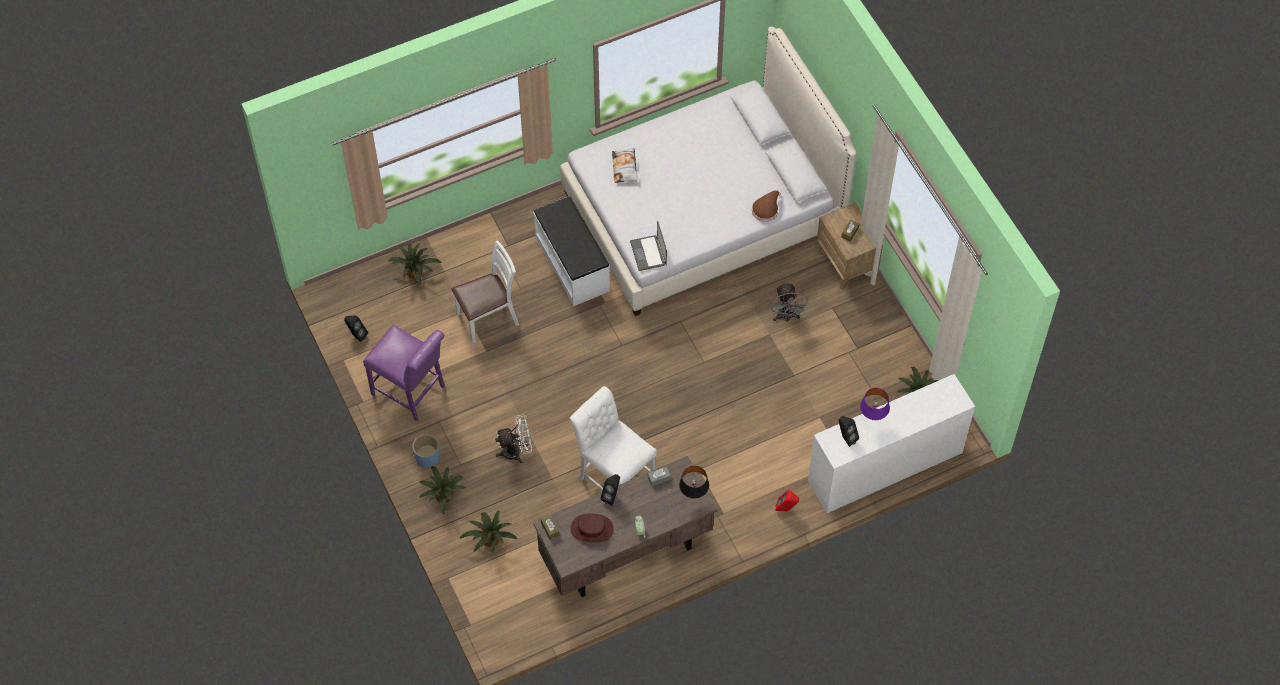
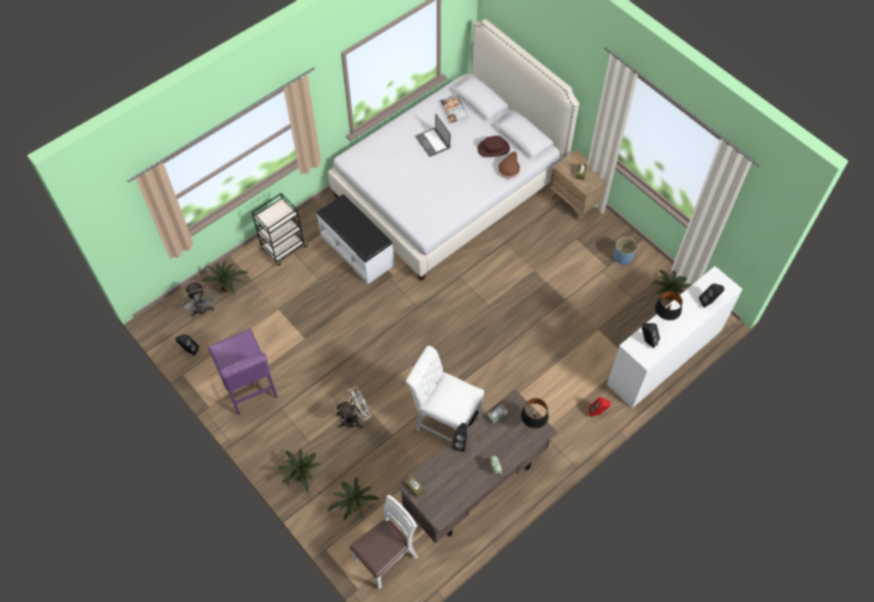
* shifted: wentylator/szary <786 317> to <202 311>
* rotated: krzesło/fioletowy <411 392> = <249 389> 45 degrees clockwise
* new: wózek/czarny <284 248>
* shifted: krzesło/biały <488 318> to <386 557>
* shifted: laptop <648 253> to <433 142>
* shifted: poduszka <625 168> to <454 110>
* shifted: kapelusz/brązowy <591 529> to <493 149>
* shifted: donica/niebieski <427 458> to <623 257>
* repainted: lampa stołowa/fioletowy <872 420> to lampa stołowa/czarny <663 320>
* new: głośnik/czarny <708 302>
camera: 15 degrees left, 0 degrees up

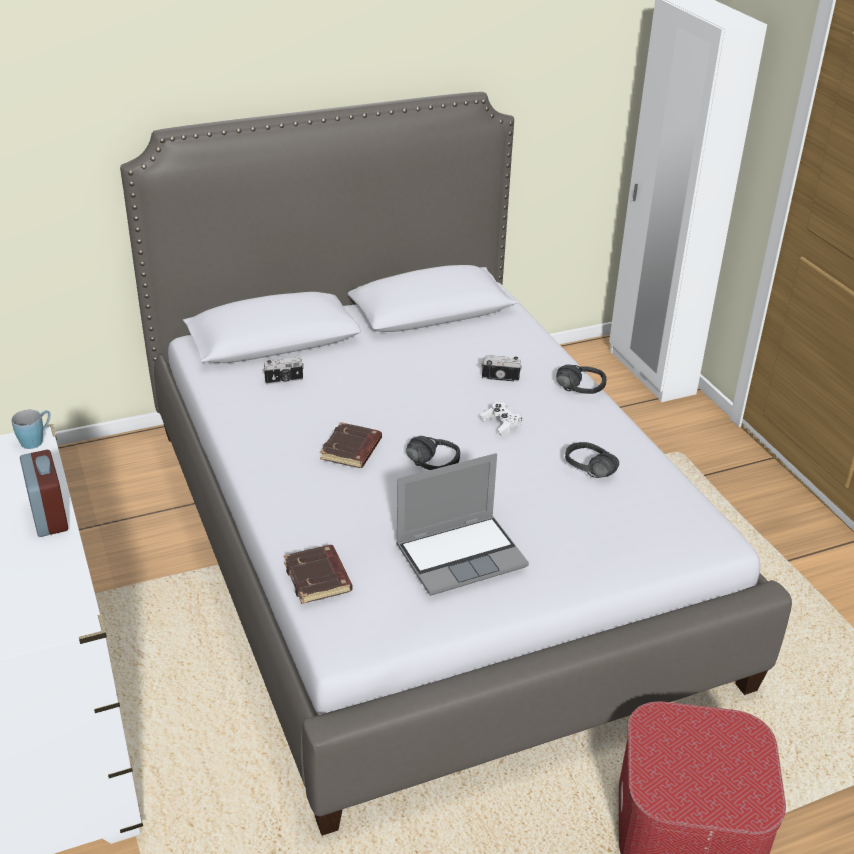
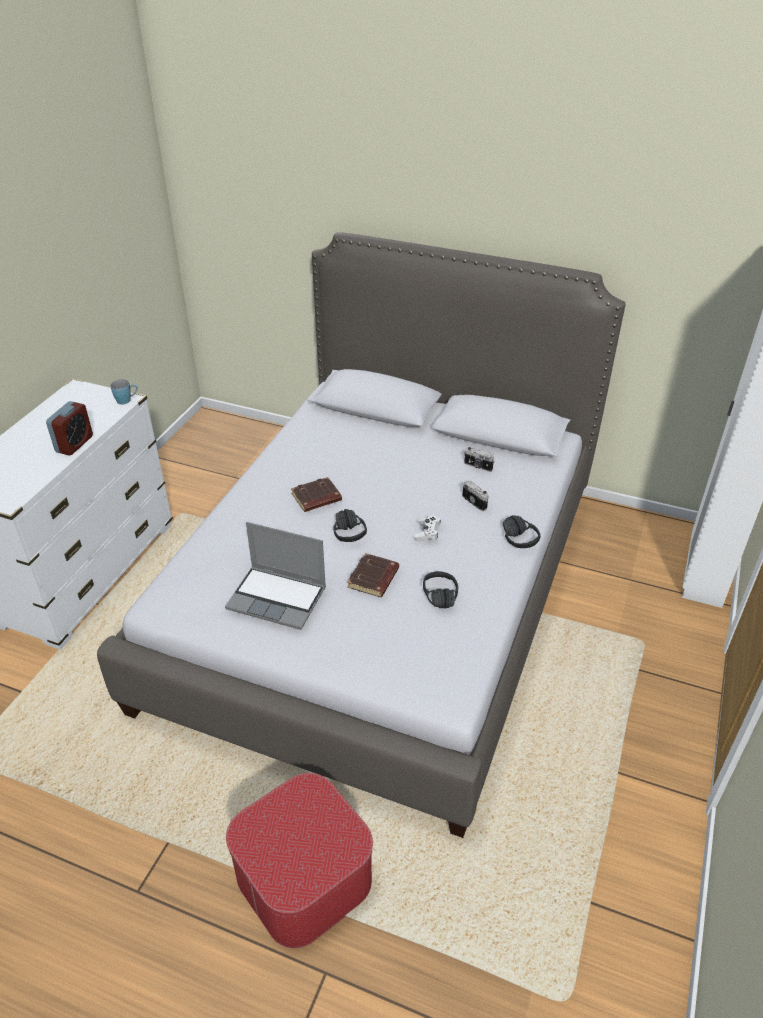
* shifted: książka/brązowy <319 578> to <374 579>
* shifted: aparat fotograficzny <284 380> to <478 466>
camera: 45 degrees right, 5 degrees up

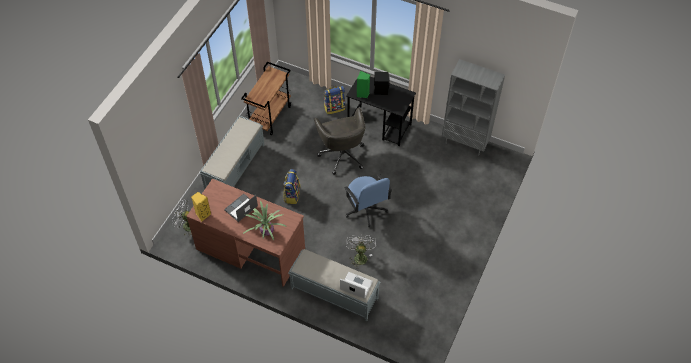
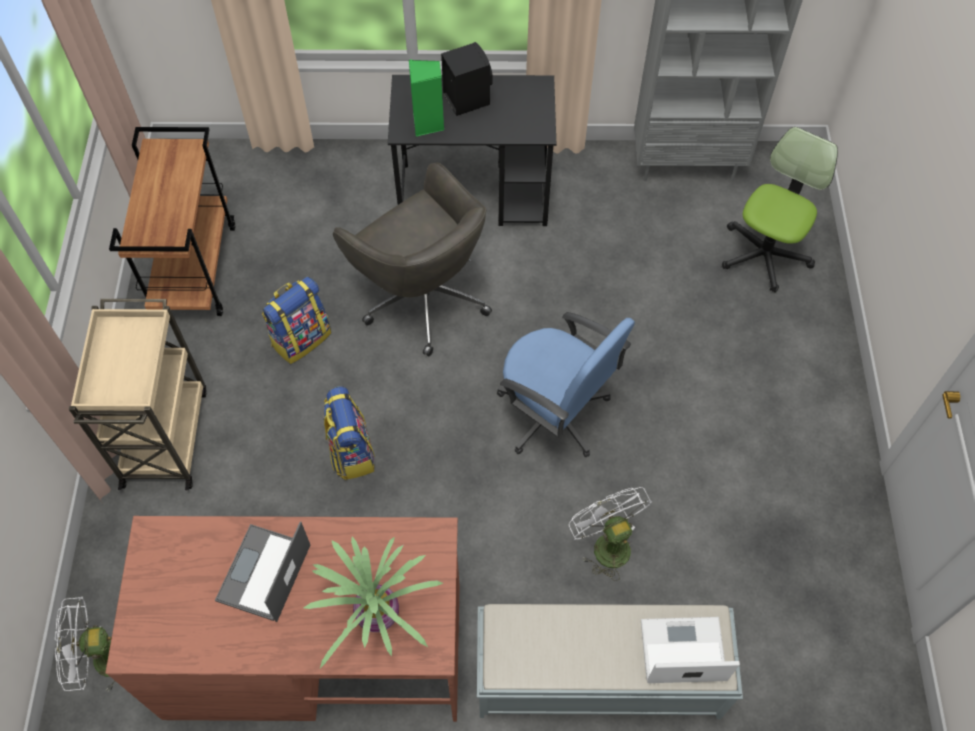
* swapped: ławka/szary <235 166> to wózek/beżowy <165 435>
* shifted: plecak <334 108> to <301 338>
* new: krzesło biurowe <764 254>
* gone: głośnik/żółty <202 214>
camera: 25 degrees left, 5 degrees up

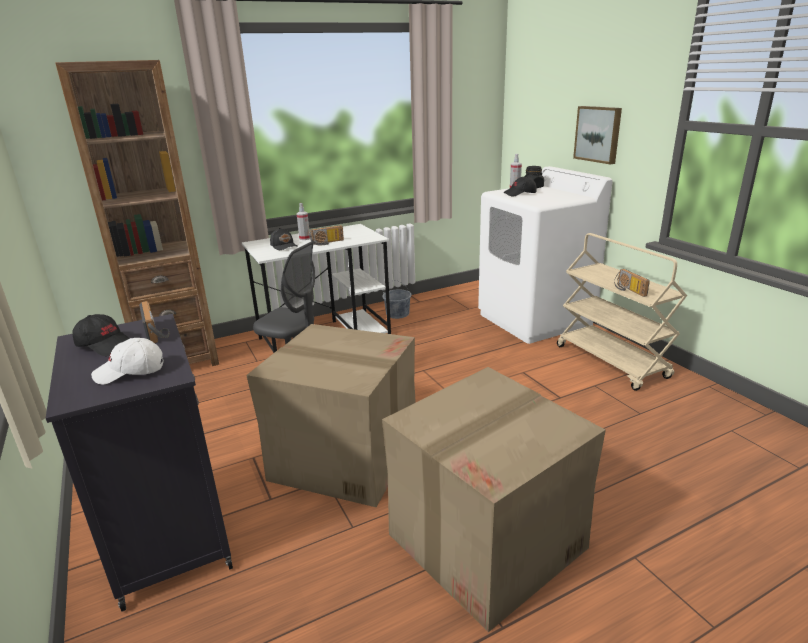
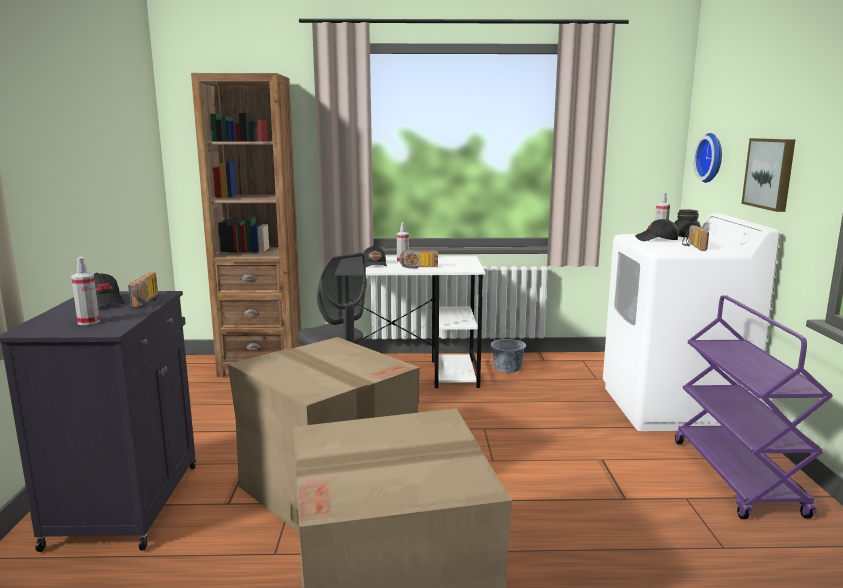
* swapped: czapka z daszkiem/biały <130 372> to spryskiwacz <88 322>
* repainted: wózek/beżowy <612 362> to wózek/fioletowy <737 478>
* shifted: radio <628 290> to <692 246>
* new: zegar ścienny <712 157>
camera: 25 degrees right, 10 degrees down

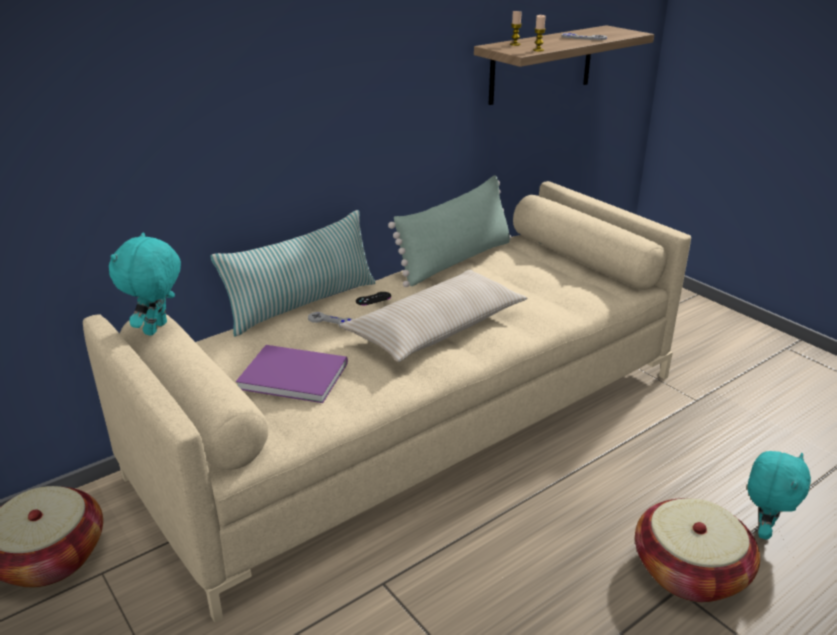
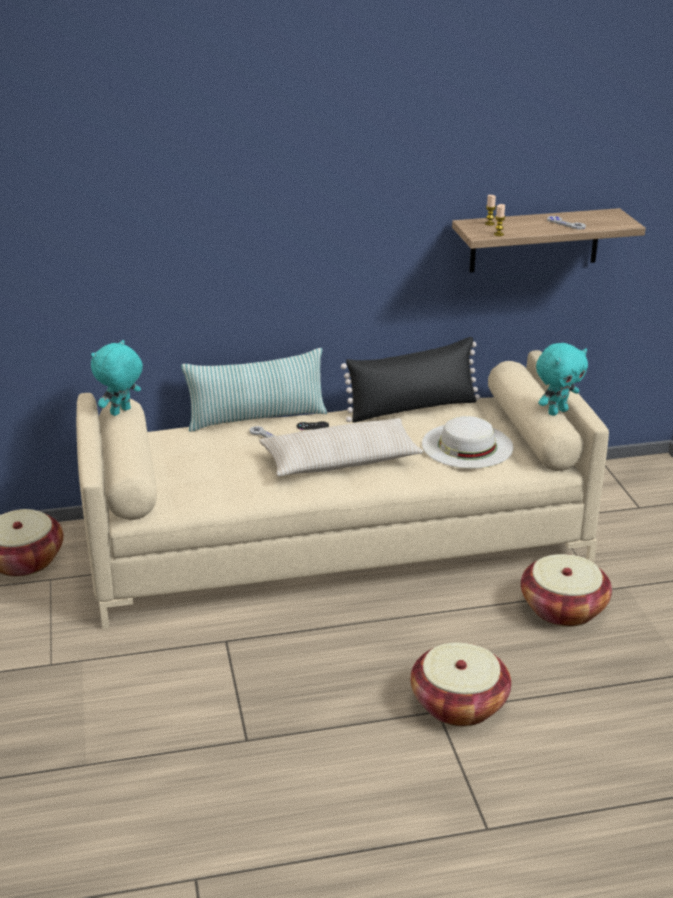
* repainted: poduszka/zielony <456 261> to poduszka/czarny <412 409>
* new: kapelusz/biały <467 445>
* new: koszyk <563 609>
* shifted: pluszak/turkusowy <763 529> to <557 411>
* gone: książka/fioletowy <291 374>
camera: 25 degrees right, 0 degrees up

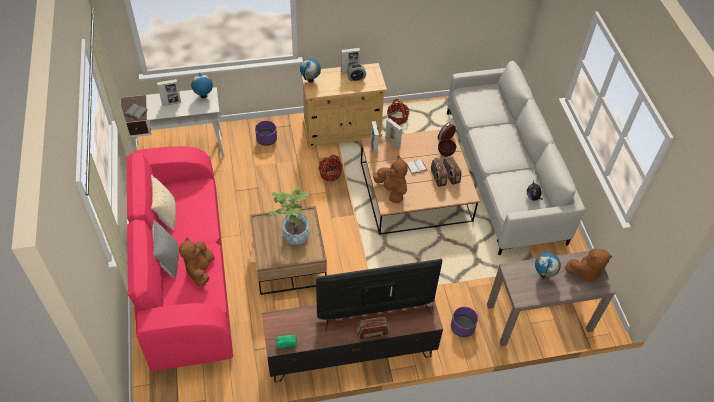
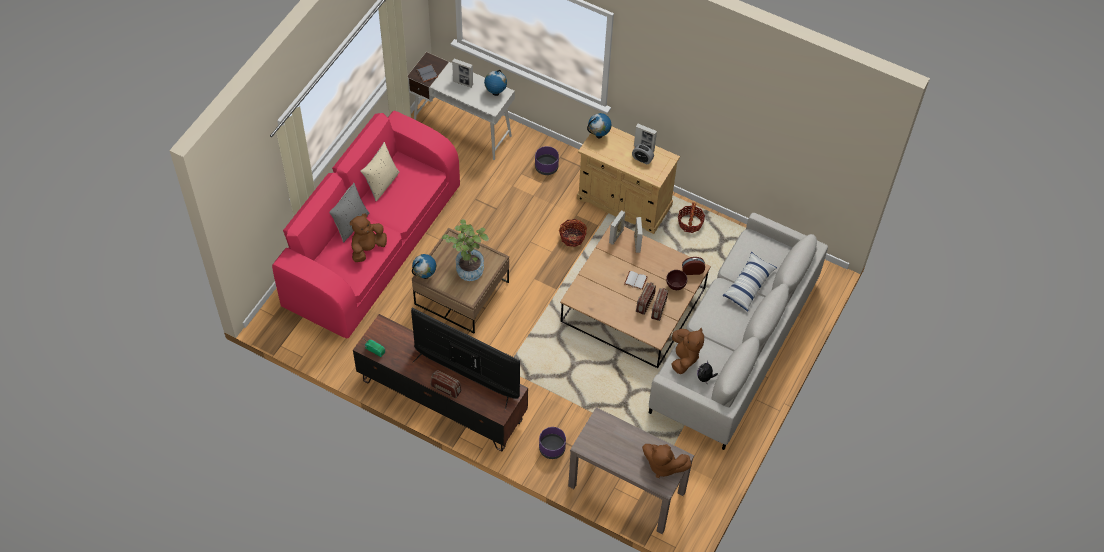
* shifted: globus <543 274> to <425 275>
* shifted: pluszak/brązowy <391 190> to <684 357>
* new: poduszka <748 285>
camera: 40 degrees right, 5 degrees up

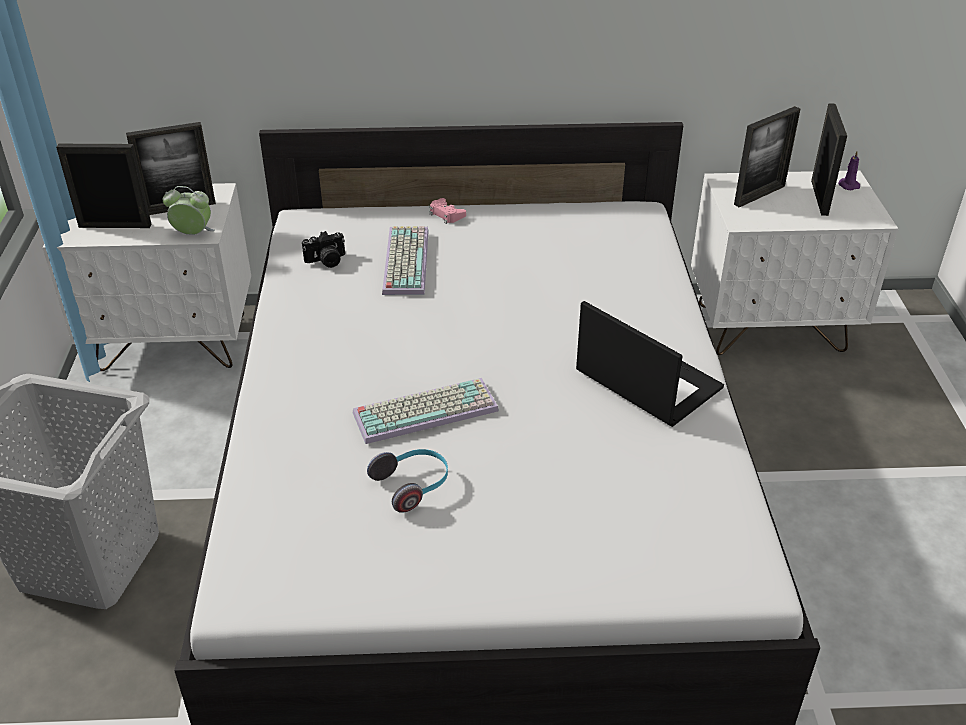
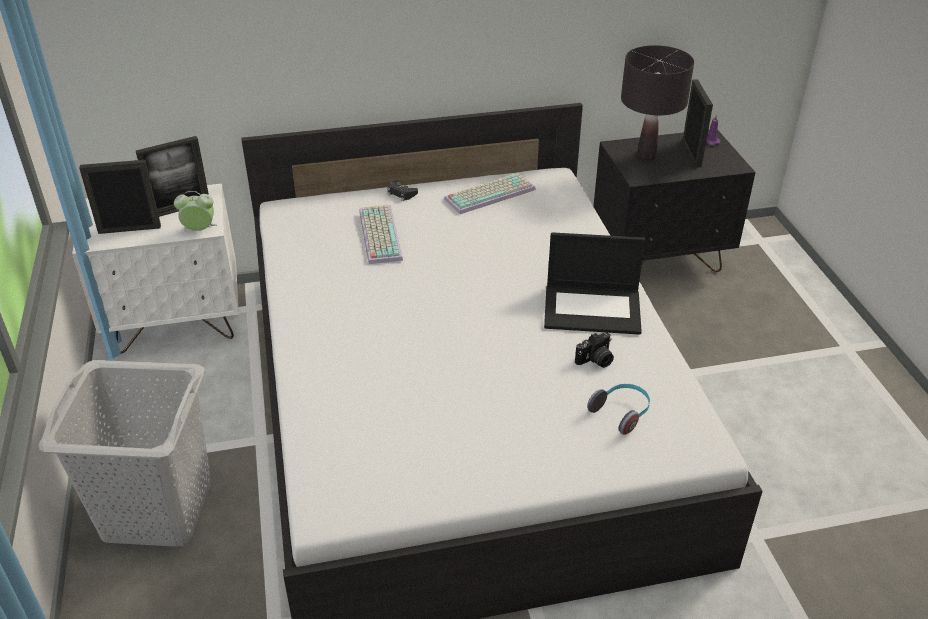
* repainted: pad do gier/różowy <446 215> to pad do gier/czarny <401 193>
* shifted: klawiatura <426 409> to <490 193>
* rotated: laptop <646 380> = <593 309> 150 degrees clockwise
* shifted: aparat fotograficzny <326 261> to <595 360>
* shifted: słuchawki <413 485> to <621 413>
* repainted: szafka nocna/biały <770 328> to szafka nocna/czarny <659 259>
* swapped: ramka na zdjęcie <759 195> to lampa stołowa/czarny <646 155>
camera: 10 degrees left, 0 degrees up

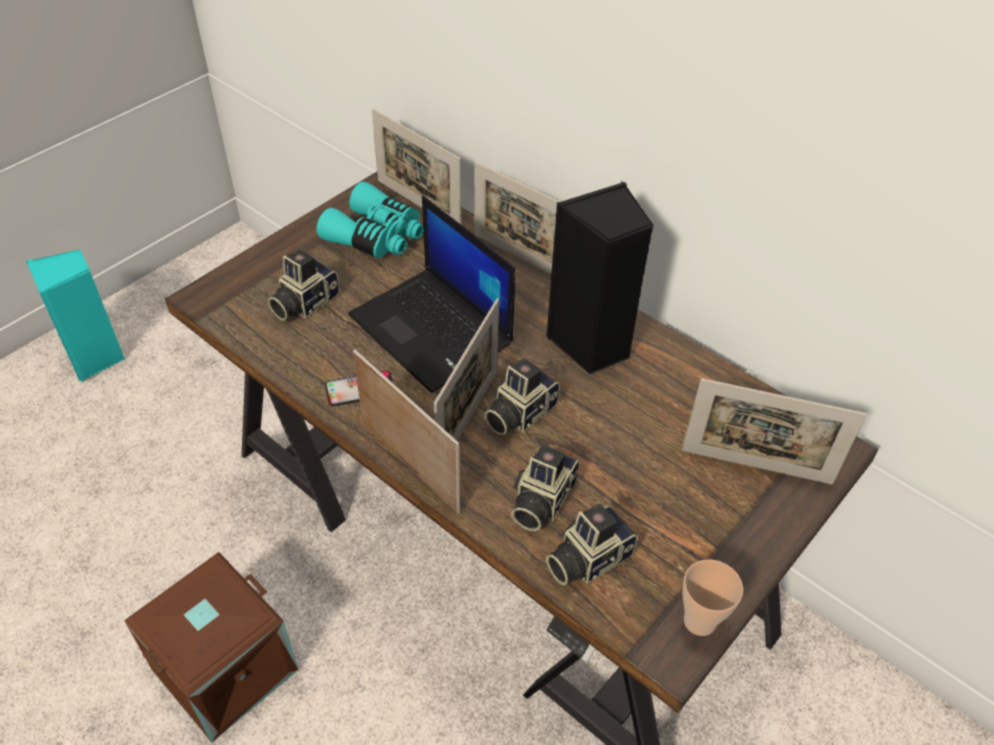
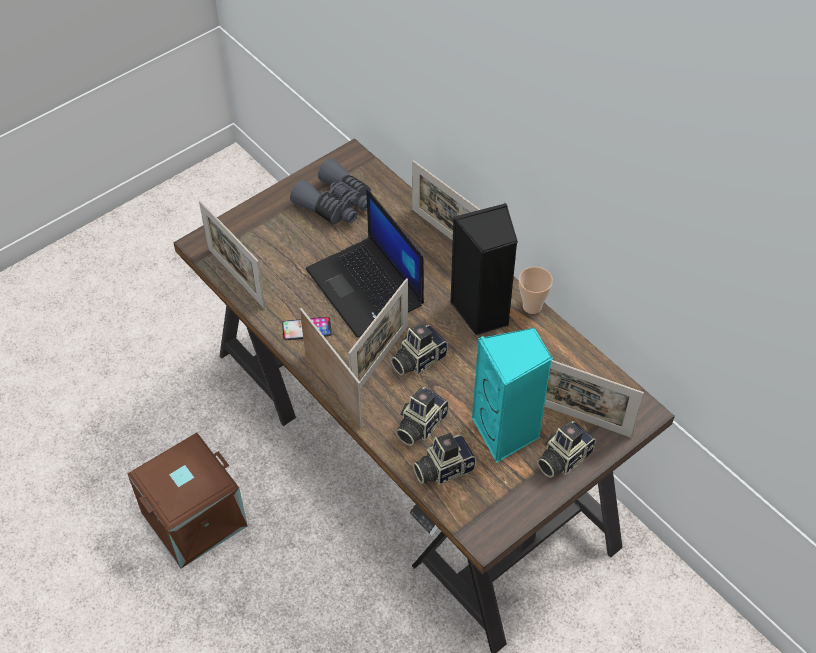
* shifted: ramka na zdjęcie <418 205> to <236 278>
* repainted: lornetka/turkusowy <376 236> to lornetka/szary <336 204>
* shifted: głośnik/turkusowy <96 358> to <507 432>
* shifted: filiżanka <699 621> to <532 306>
* shifted: aparat fotograficzny <303 303> to <562 458>
camera: 10 degrees right, 5 degrees up

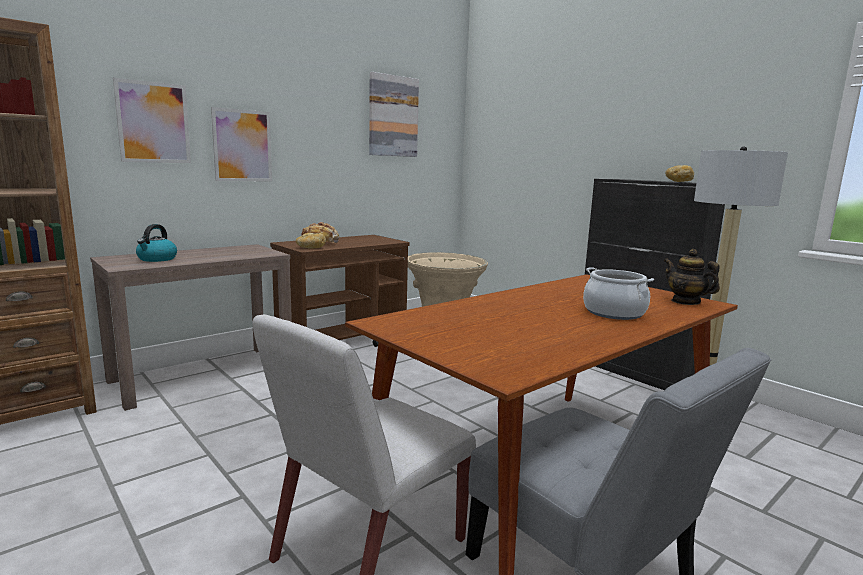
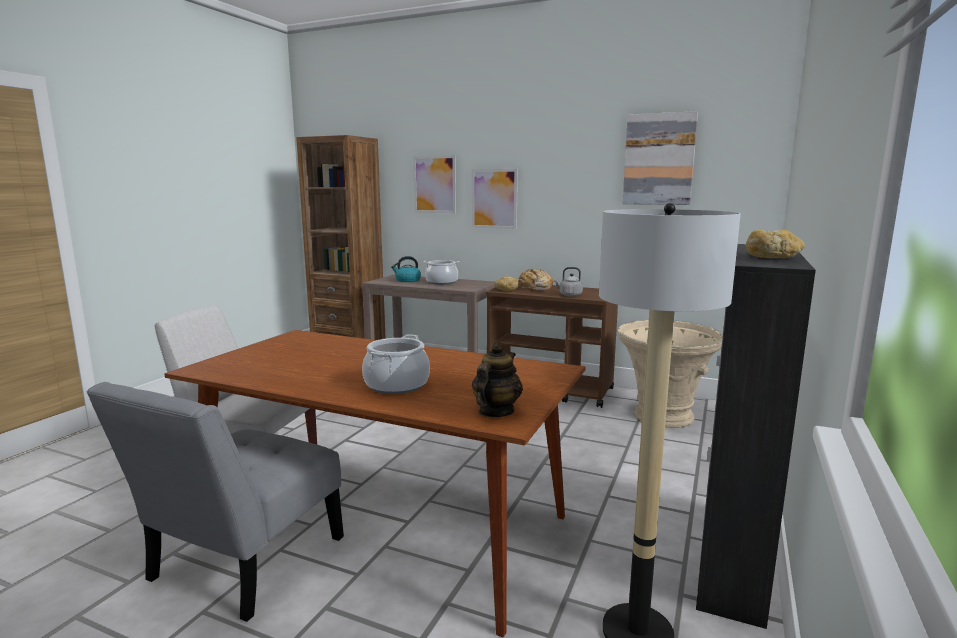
* new: garnek <441 282>
* new: czajnik/szary <569 295>
camera: 65 degrees right, 0 degrees up

